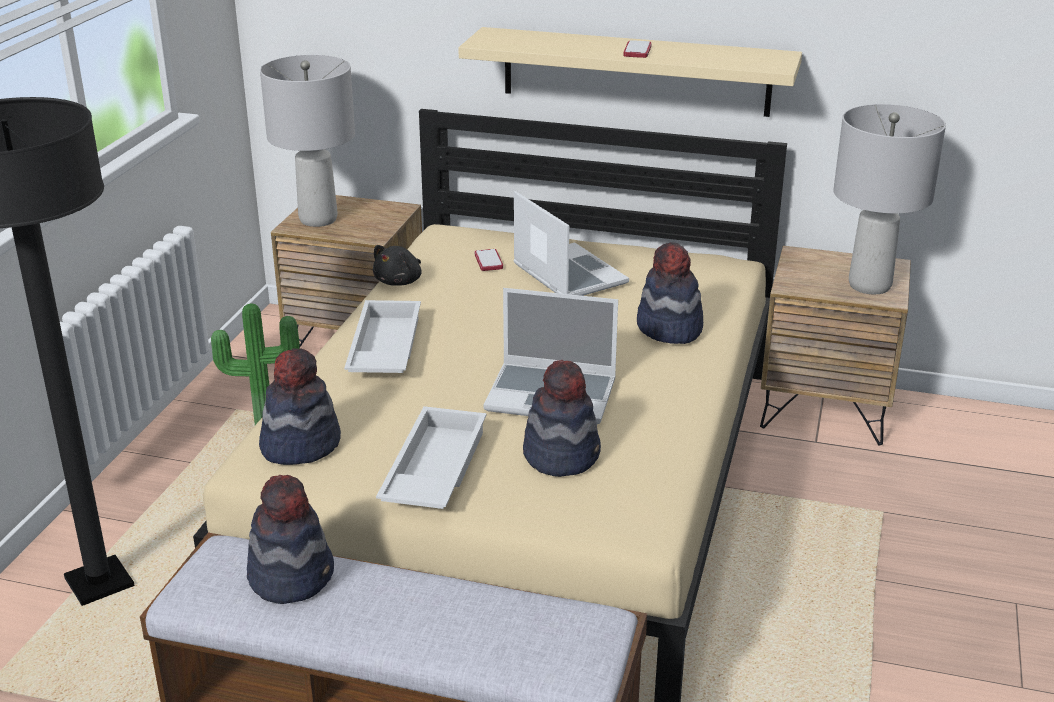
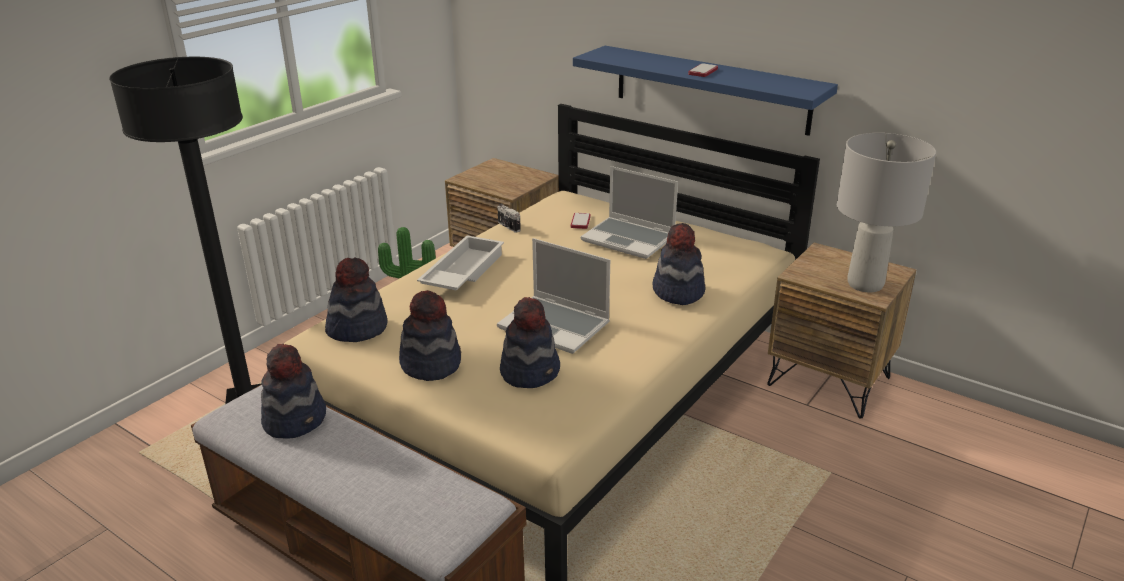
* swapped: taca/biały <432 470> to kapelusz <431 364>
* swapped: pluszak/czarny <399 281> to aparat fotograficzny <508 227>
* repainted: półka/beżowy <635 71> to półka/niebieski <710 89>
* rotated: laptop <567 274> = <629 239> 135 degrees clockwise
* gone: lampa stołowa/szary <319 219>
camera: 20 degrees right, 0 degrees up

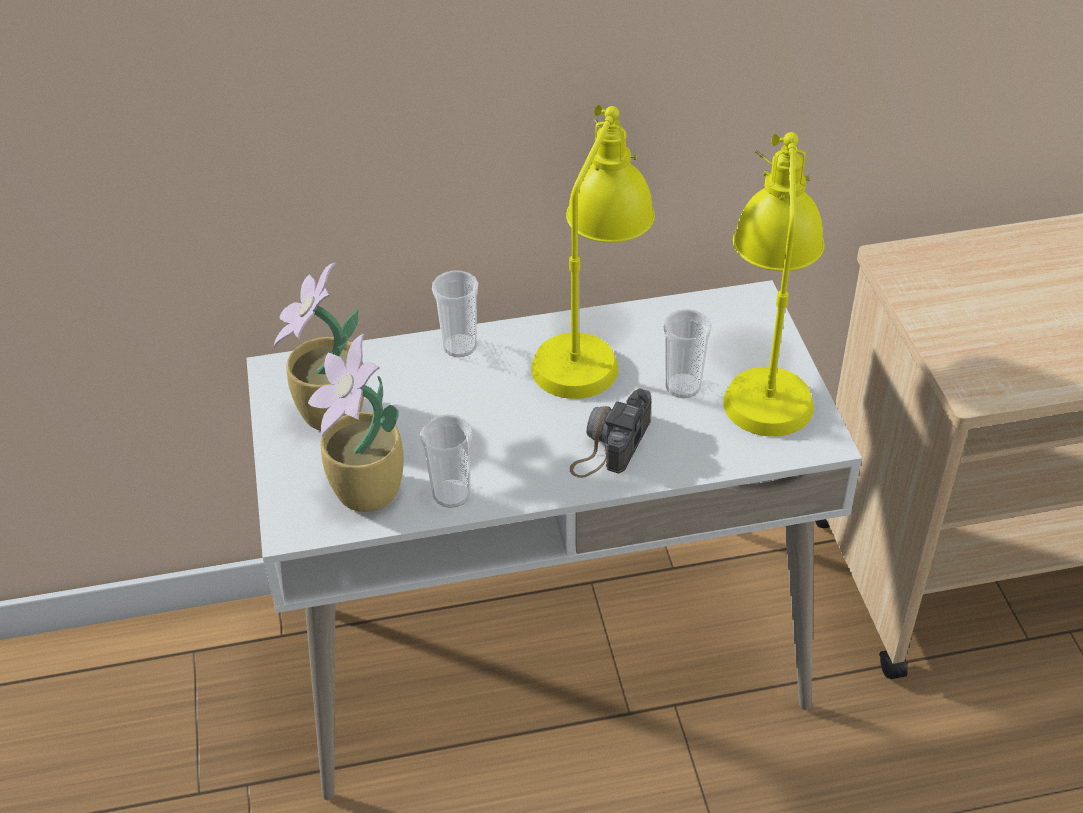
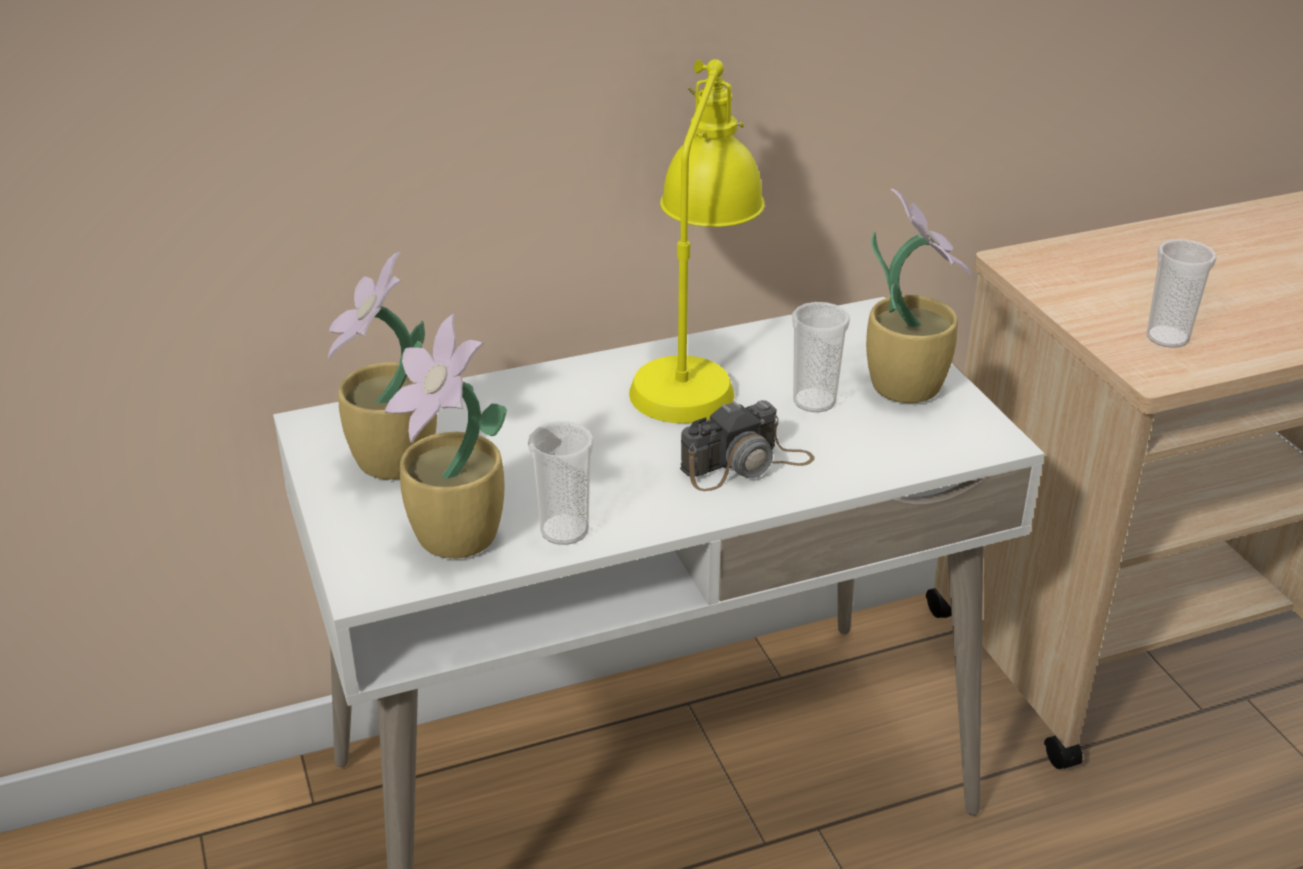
* rotated: aparat fotograficzny <611 444> = <746 464> 135 degrees counterclockwise
* swapped: lampa stołowa/żółty <764 376> to roślina doniczkowa <906 385>
* shifted: filiżanka <459 346> to <1167 337>
camera: 10 degrees left, 10 degrees down

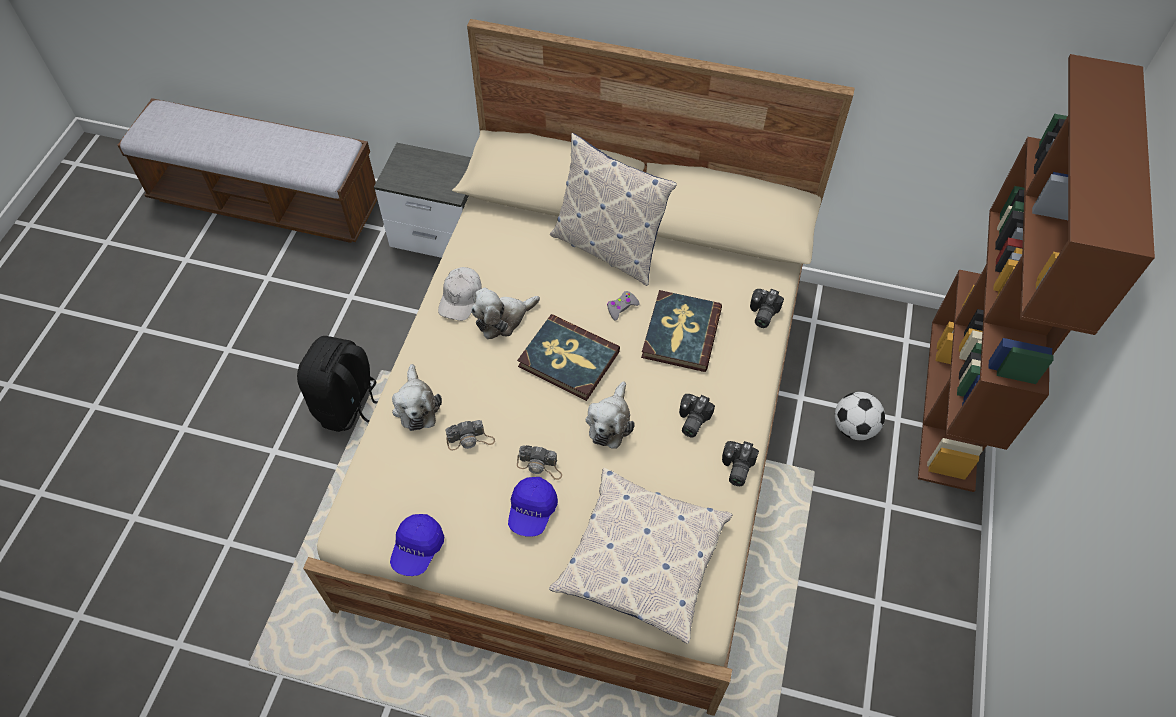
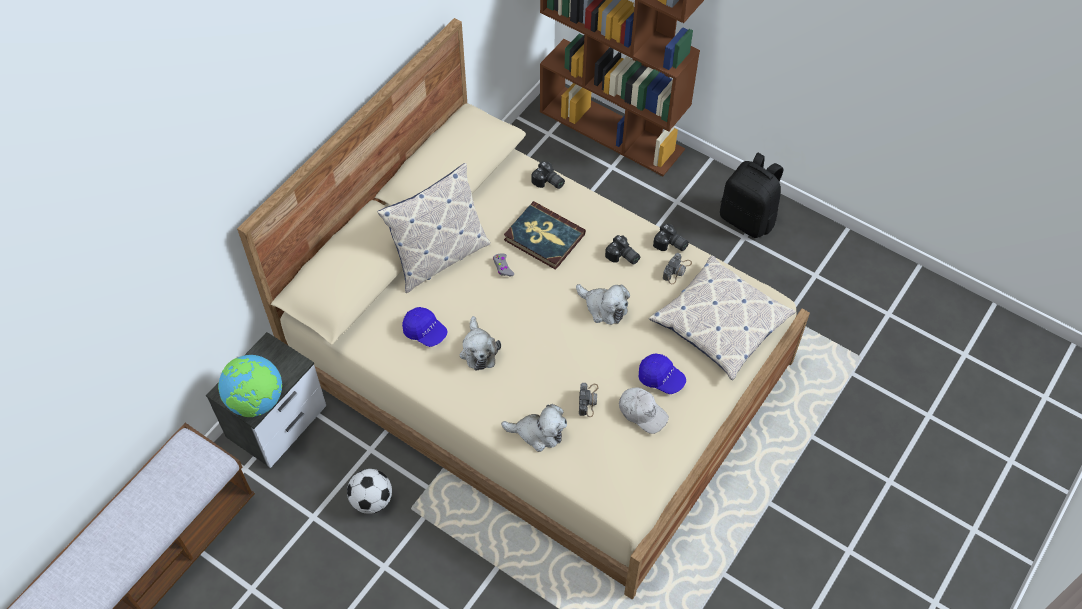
* new: globus <256 401>
* shifted: piłka futbolowa <854 427> to <372 500>
* shifted: czapka z daszkiem/niebieski <417 549> to <425 332>
* shifted: czapka z daszkiem/biały <461 298> to <642 412>
* shifted: aparat fotograficzny <540 466> to <677 270>
* shifted: plecak/czarny <348 406> to <748 219>
* gone: książka <568 359>
camera: 70 degrees left, 0 degrees up

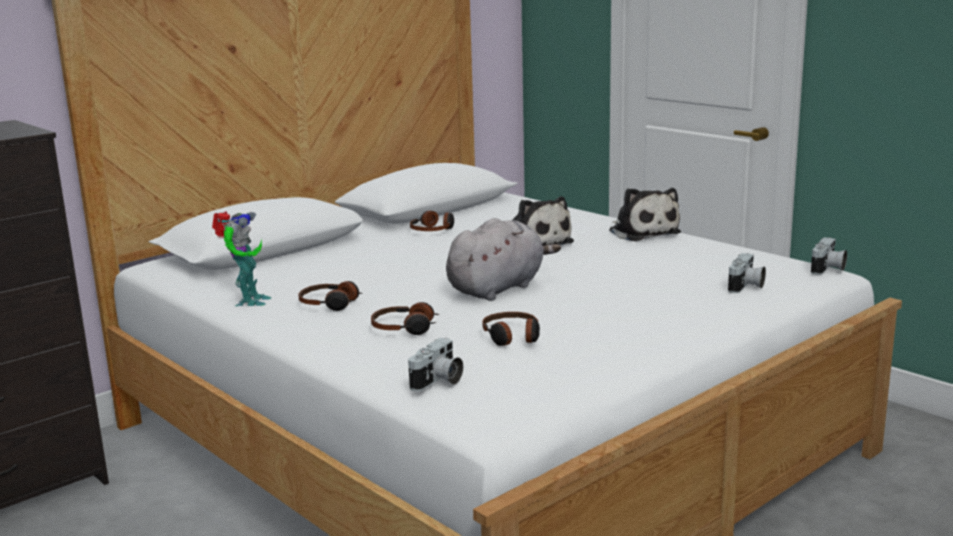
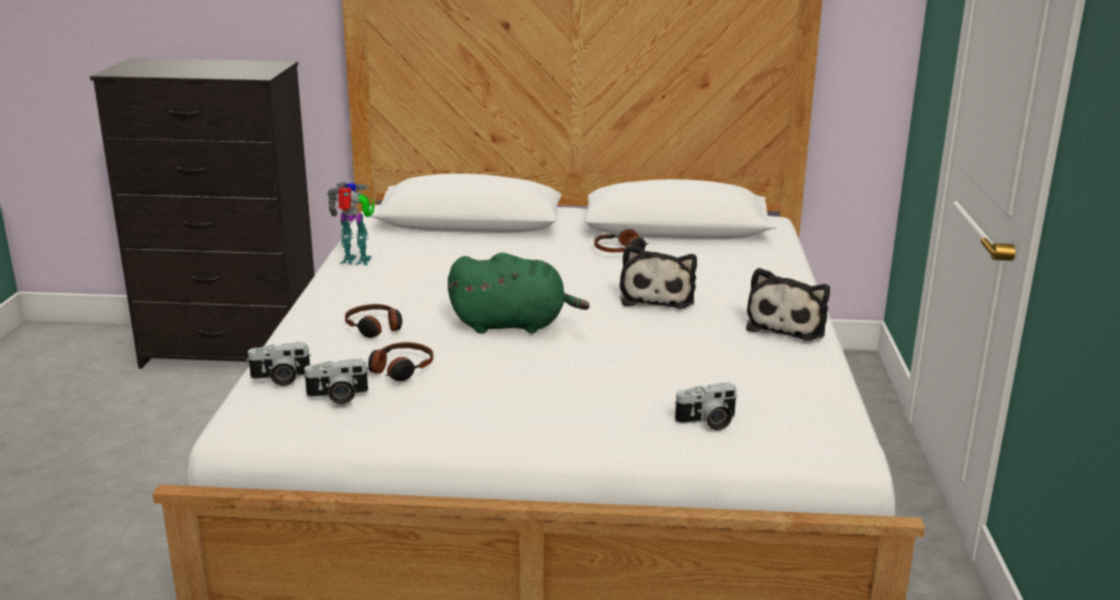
* shifted: aparat fotograficzny <828 269> to <337 397>
* rotated: robot zabawkowy <248 301> = <357 261> 135 degrees counterclockwise
* repainted: pluszak/szary <498 288> to pluszak/zielony <513 325>
* gone: słuchawki <330 304>
camera: 45 degrees right, 5 degrees up

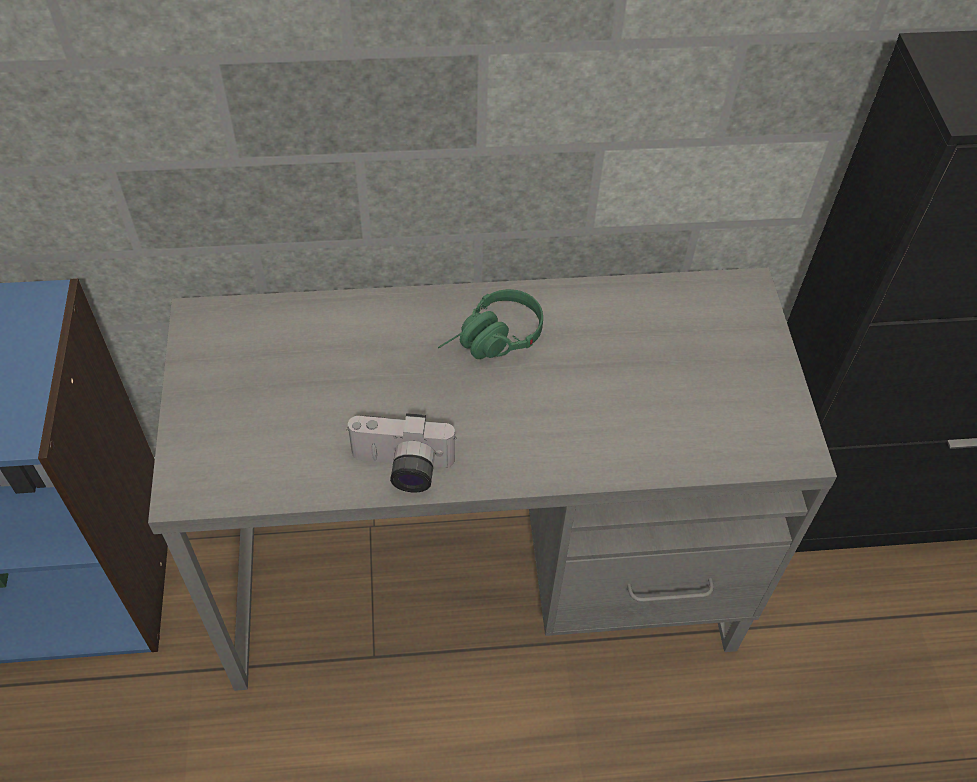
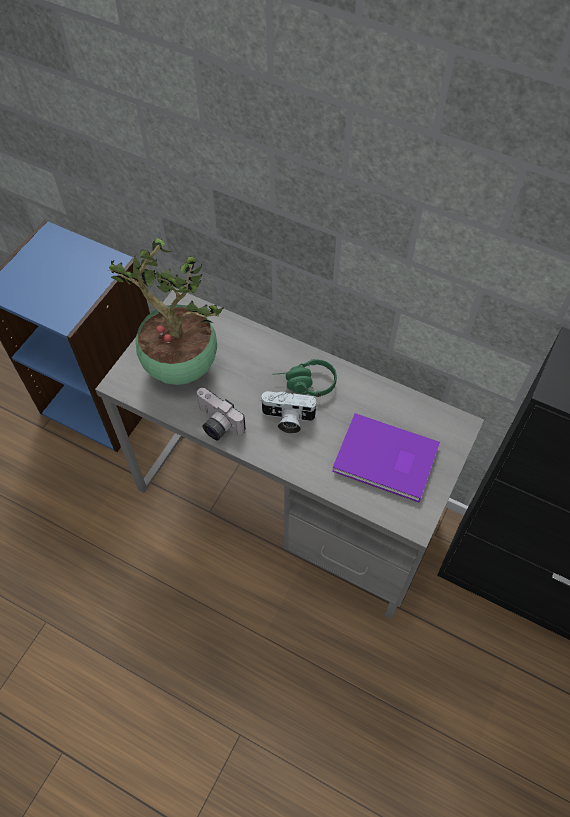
* new: roślina doniczkowa <179 366>
* new: aparat fotograficzny <287 419>
* new: książka/fioletowy <386 461>
camera: 35 degrees right, 5 degrees up

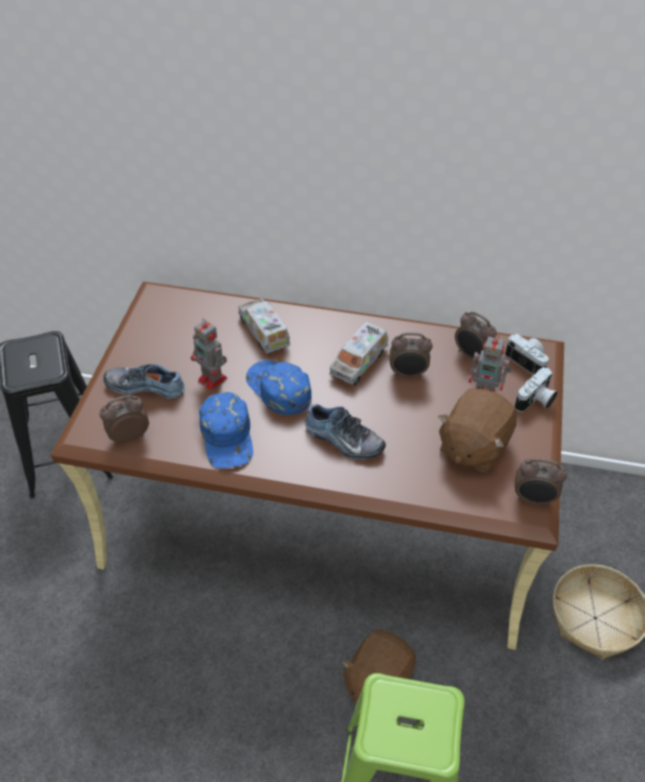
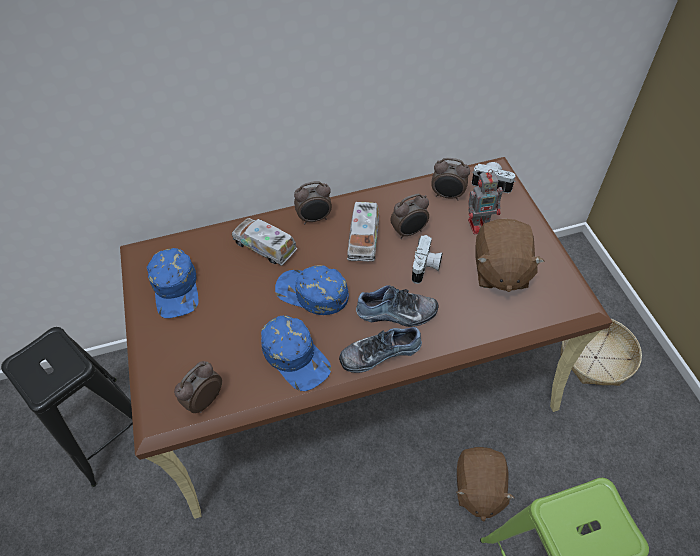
* new: czapka z daszkiem/niebieski <176 288>
* shifted: budzik <533 499> to <315 219>
* shifted: but <146 385> to <380 352>
* shifted: aparat fotograficzny <536 401> to <426 267>
* gone: robot zabawkowy <213 380>
camera: 25 degrees left, 5 degrees up

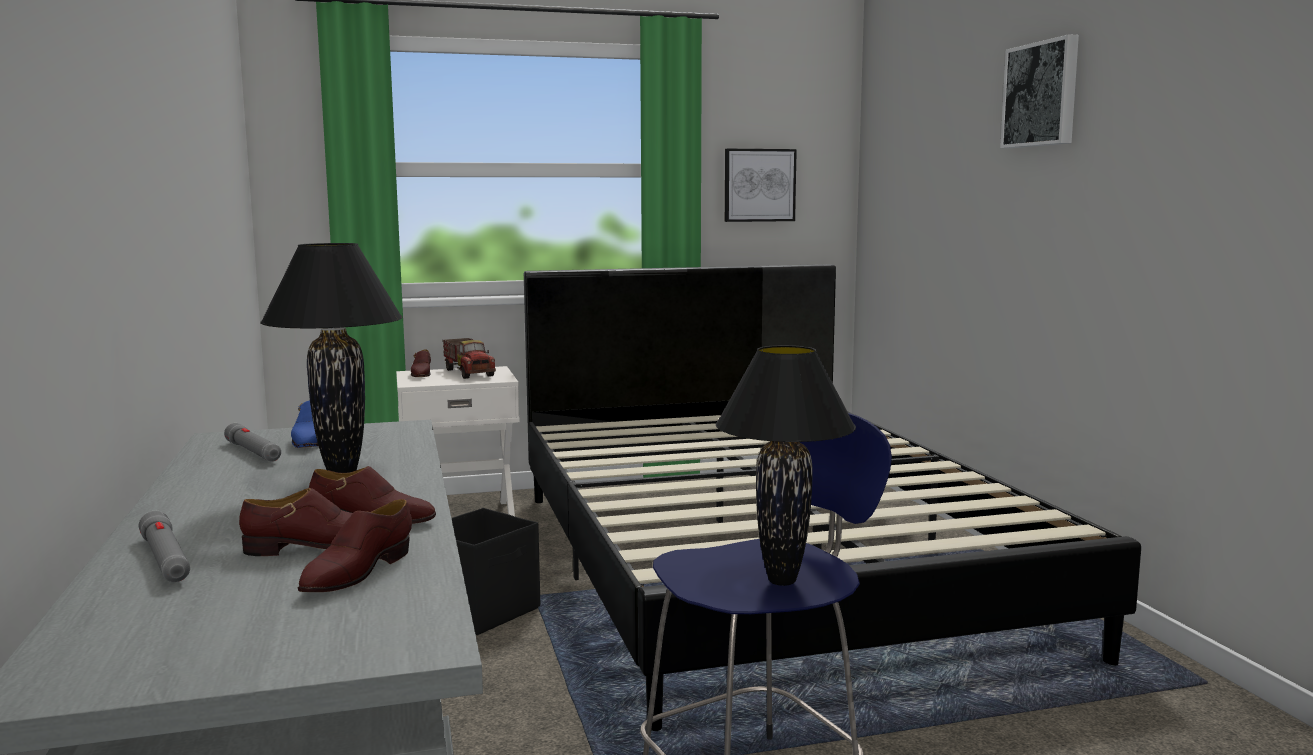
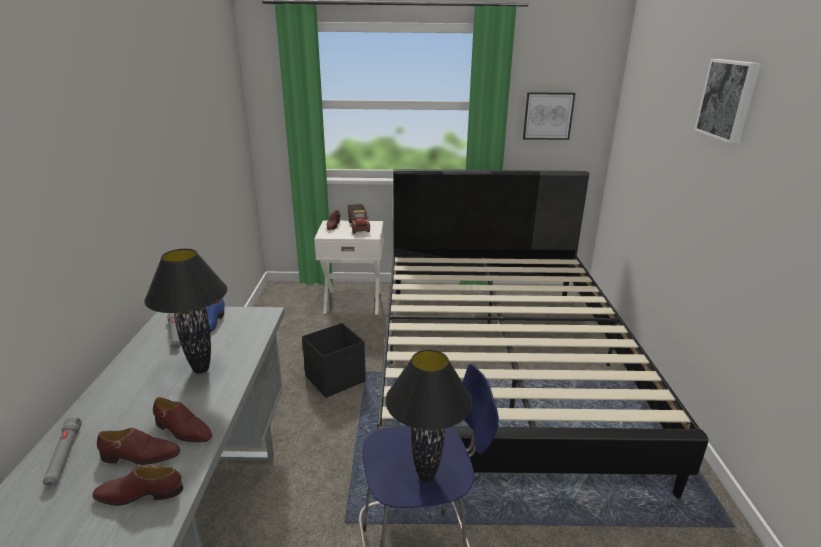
* rotated: but/brązowy <357 572> = <140 494> 45 degrees clockwise
camera: 15 degrees right, 15 degrees up

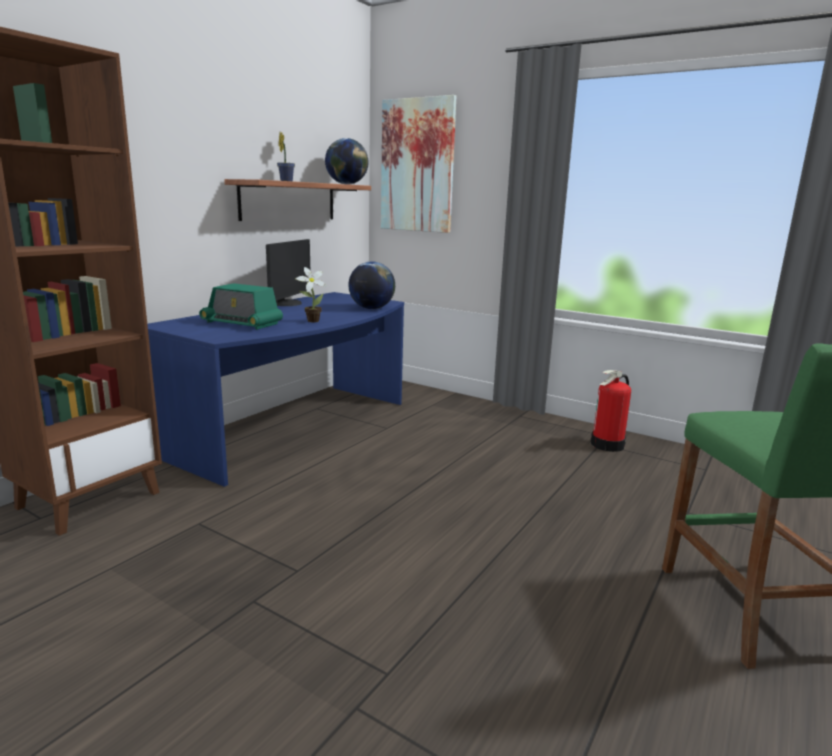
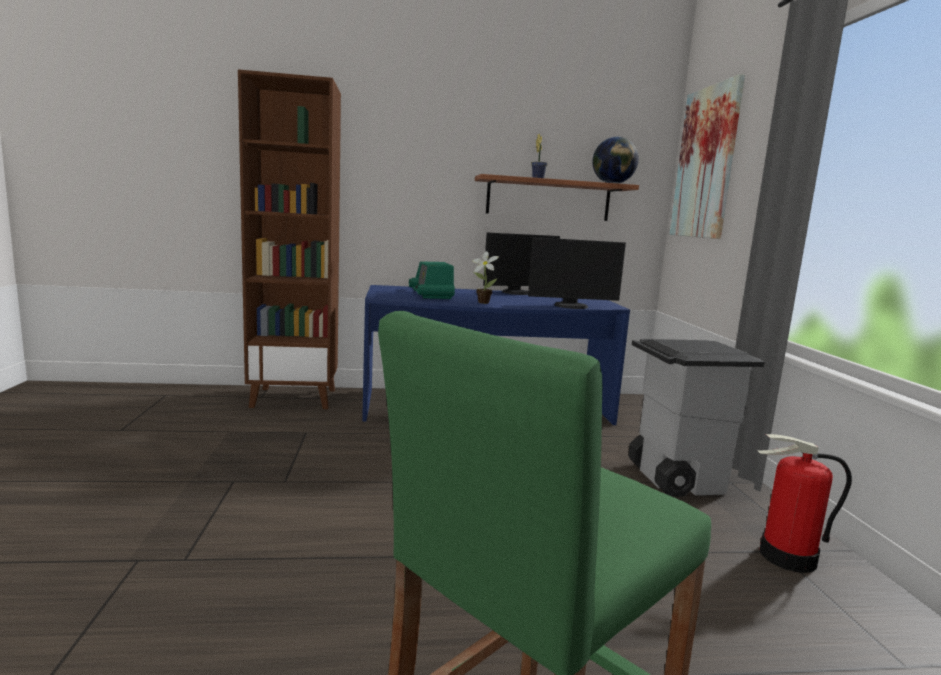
* swapped: globus <371 308> to monitor <571 306>
* new: kosz na śmieci/szary <674 478>
camera: 50 degrees right, 5 degrees down

